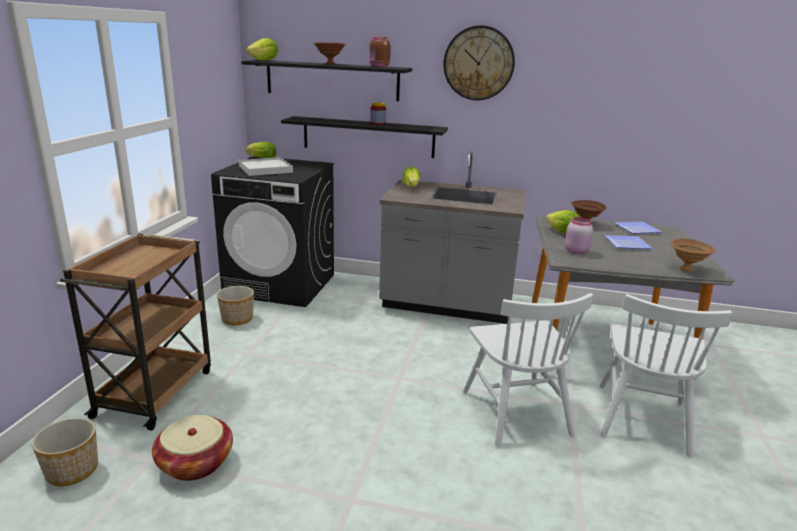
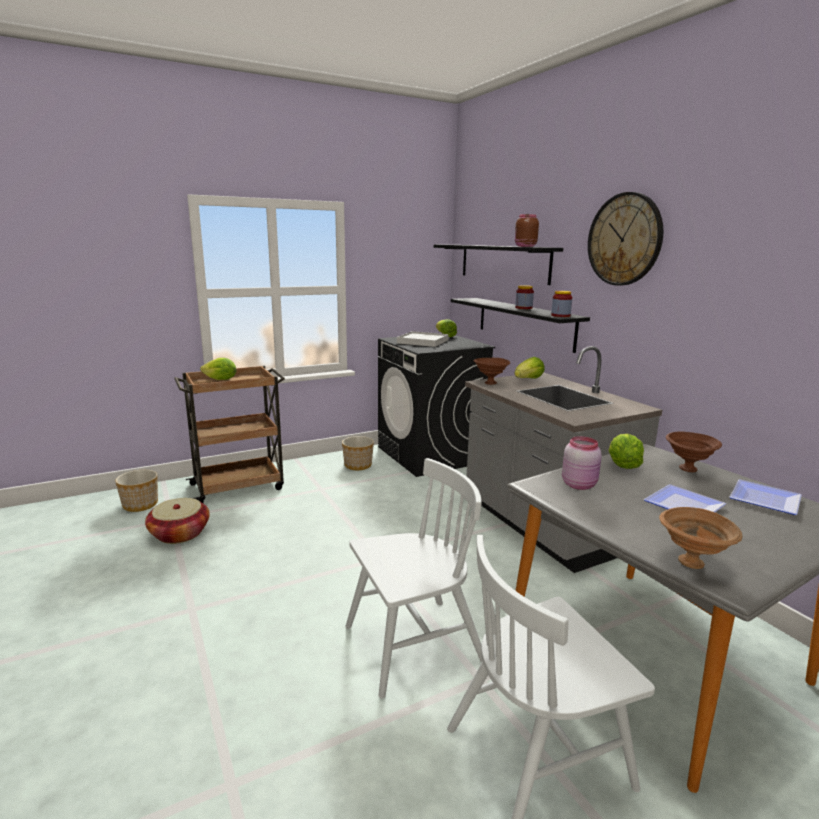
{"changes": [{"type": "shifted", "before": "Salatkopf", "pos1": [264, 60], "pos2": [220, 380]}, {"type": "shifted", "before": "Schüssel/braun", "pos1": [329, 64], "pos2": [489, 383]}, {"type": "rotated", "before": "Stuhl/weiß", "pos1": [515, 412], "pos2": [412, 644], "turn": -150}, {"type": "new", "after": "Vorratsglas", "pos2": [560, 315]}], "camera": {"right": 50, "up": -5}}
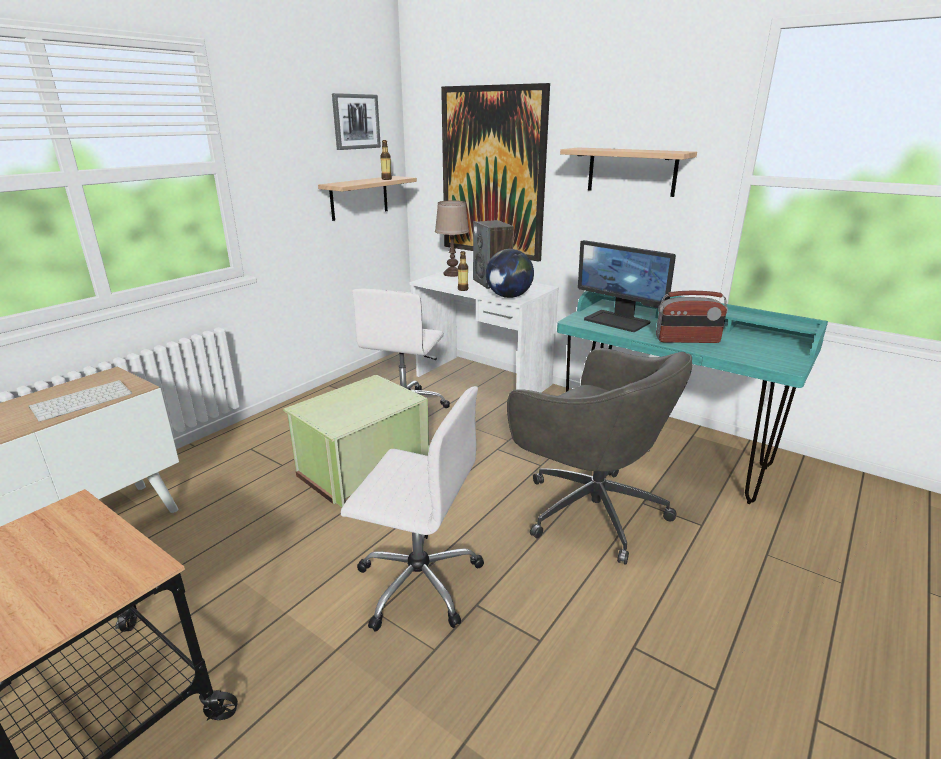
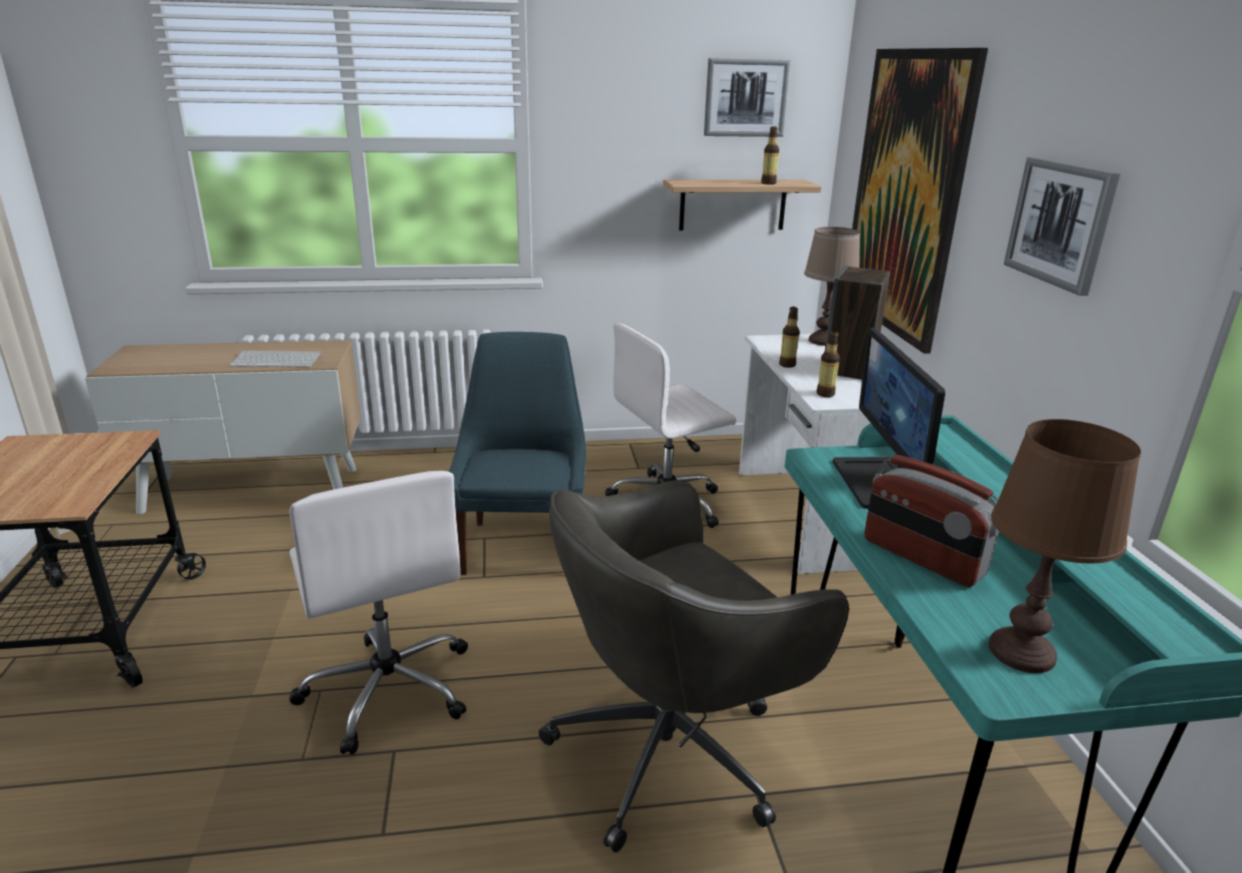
{"changes": [{"type": "swapped", "before": "Aufbewahrungsbox/grün", "after": "Stuhl/blau", "pos1": [361, 466], "pos2": [524, 545]}, {"type": "swapped", "before": "Globus", "after": "Flasche", "pos1": [509, 296], "pos2": [825, 394]}, {"type": "rotated", "before": "Bürostuhl/grau", "pos1": [589, 509], "pos2": [672, 749], "turn": 60}, {"type": "swapped", "before": "Wandregal", "after": "Bild", "pos1": [631, 171], "pos2": [1060, 223]}, {"type": "new", "after": "Tischlampe/braun", "pos2": [1020, 652]}], "camera": {"right": 45, "up": 0}}
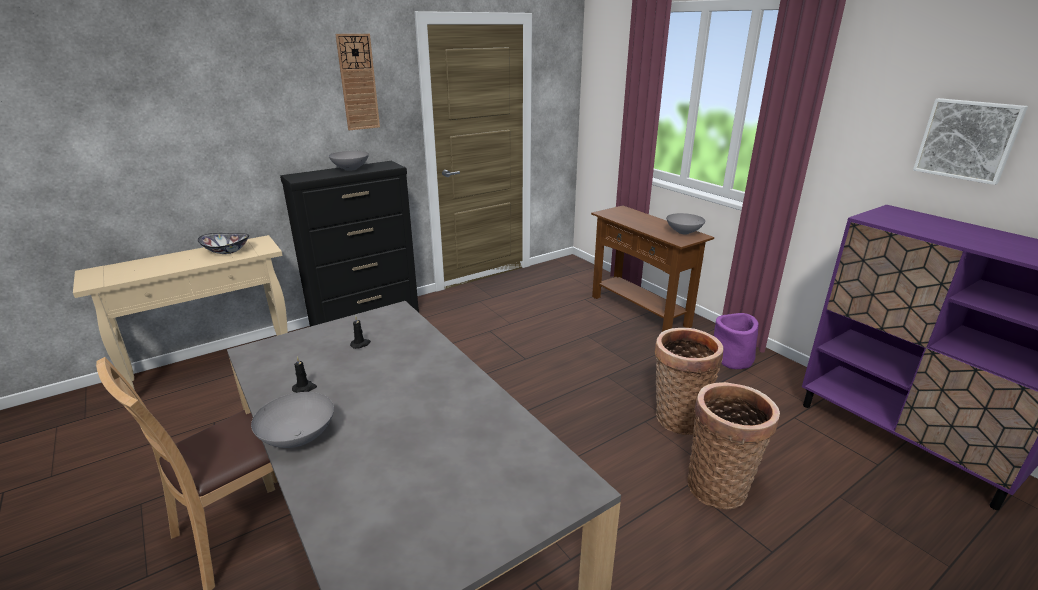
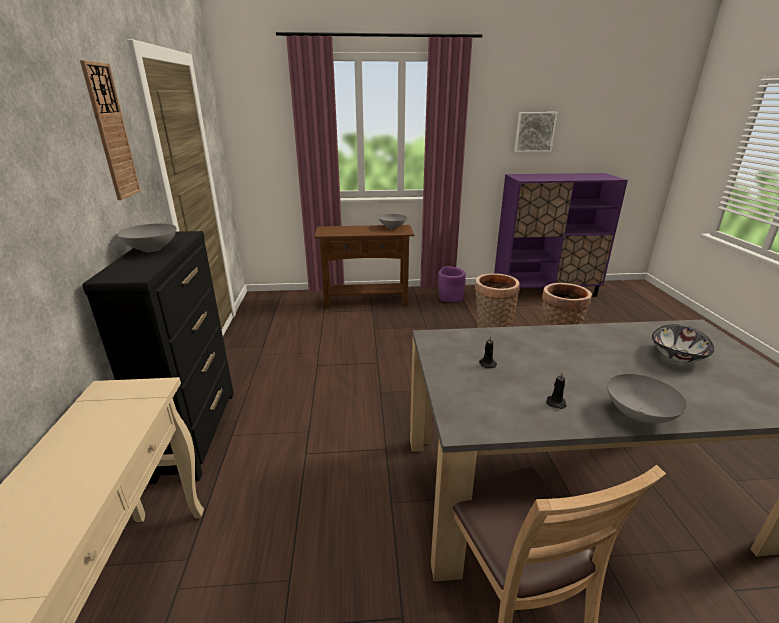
{"changes": [{"type": "shifted", "before": "Schüssel", "pos1": [226, 251], "pos2": [678, 356]}], "camera": {"right": -60, "up": 0}}
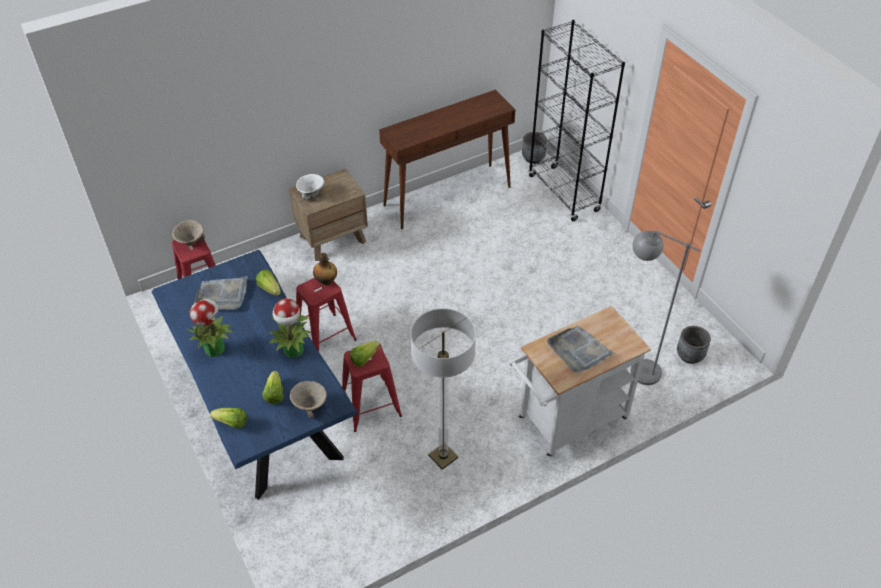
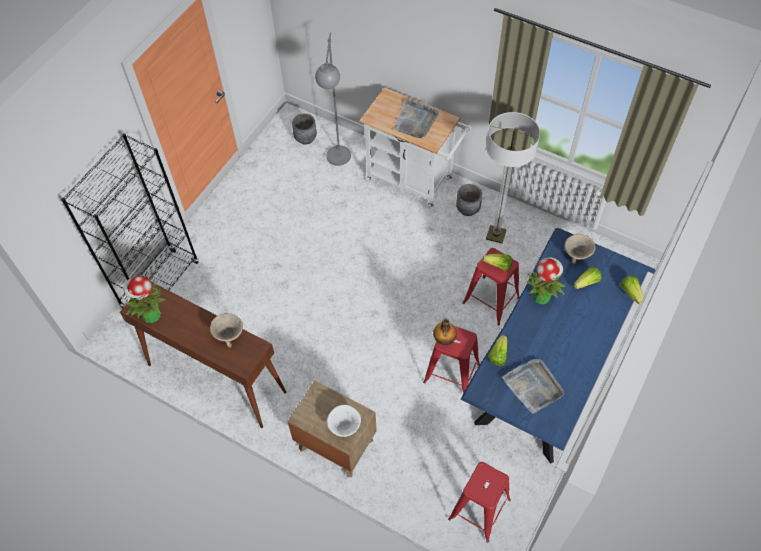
{"changes": [{"type": "shifted", "before": "Schüssel/beige", "pos1": [190, 243], "pos2": [229, 335]}, {"type": "shifted", "before": "Topfpflanze", "pos1": [215, 348], "pos2": [150, 315]}, {"type": "shifted", "before": "Pflanzkübel/grau", "pos1": [533, 158], "pos2": [467, 209]}], "camera": {"right": -120, "up": 10}}
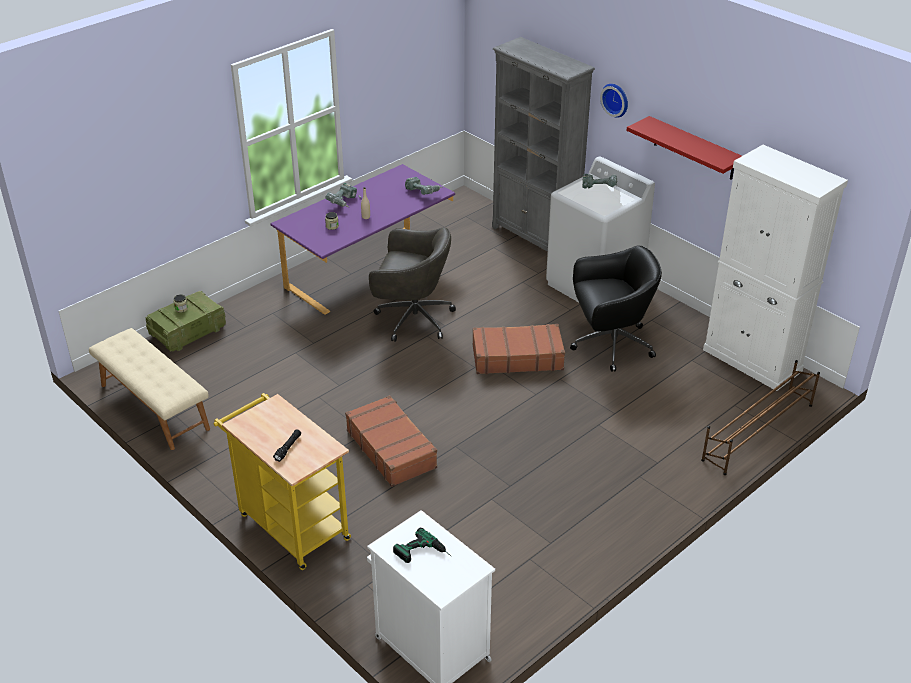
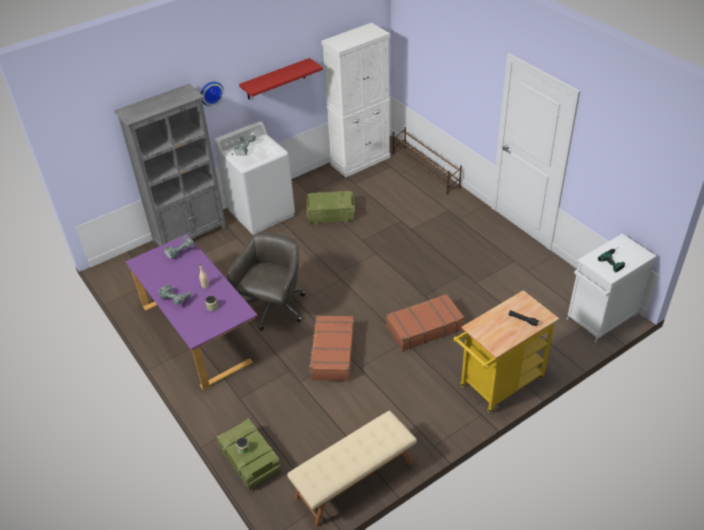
{"changes": [{"type": "shifted", "before": "Koffer/braun", "pos1": [517, 357], "pos2": [332, 353]}, {"type": "swapped", "before": "Bürostuhl/schwarz", "after": "Kiste", "pos1": [610, 345], "pos2": [331, 214]}], "camera": {"right": -80, "up": 5}}
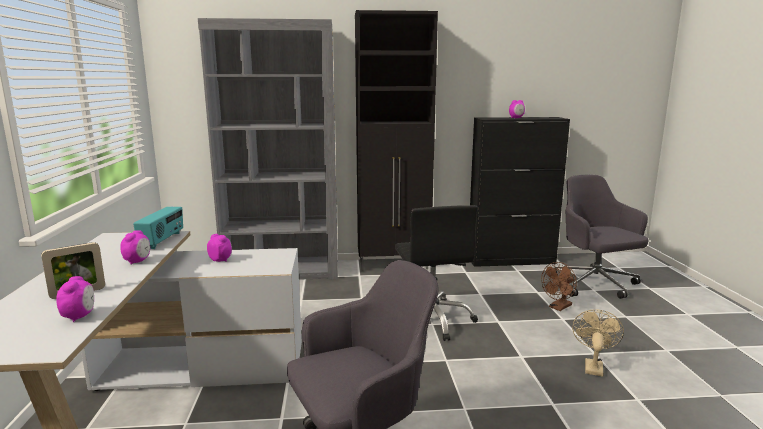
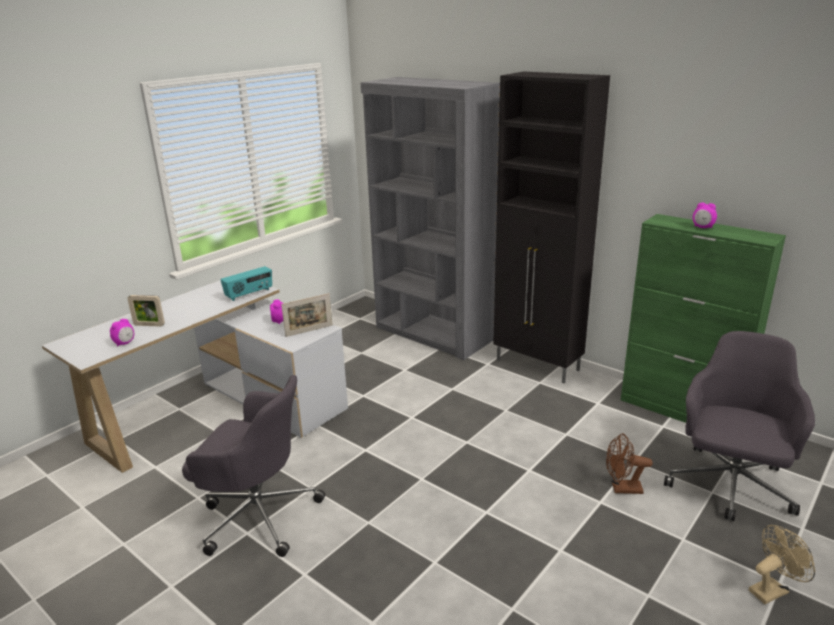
{"changes": [{"type": "gone", "before": "Wecker", "pos1": [137, 261]}, {"type": "gone", "before": "Bürostuhl/schwarz", "pos1": [432, 319]}, {"type": "repainted", "before": "Schrank/schwarz", "after": "Schrank/grün", "pos1": [511, 260], "pos2": [681, 411]}, {"type": "shifted", "before": "Ventilator/beige", "pos1": [593, 365], "pos2": [772, 589]}, {"type": "new", "after": "Bilderrahmen", "pos2": [309, 331]}], "camera": {"right": 45, "up": 10}}
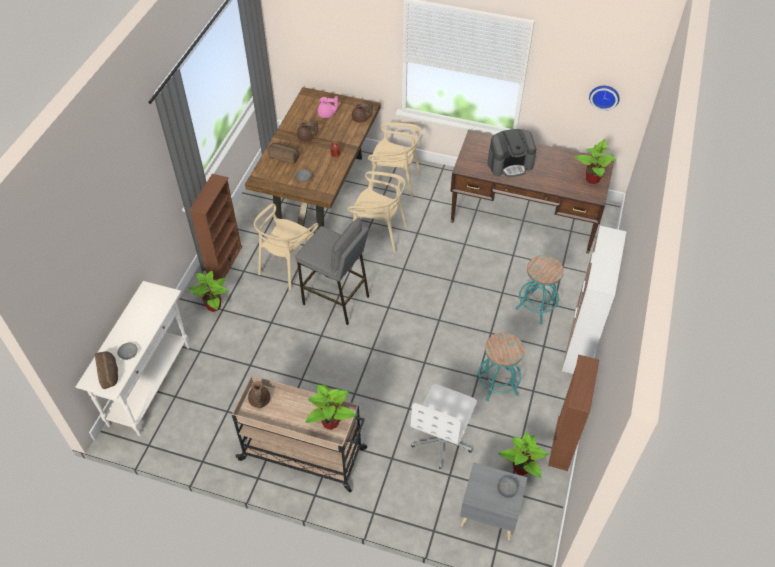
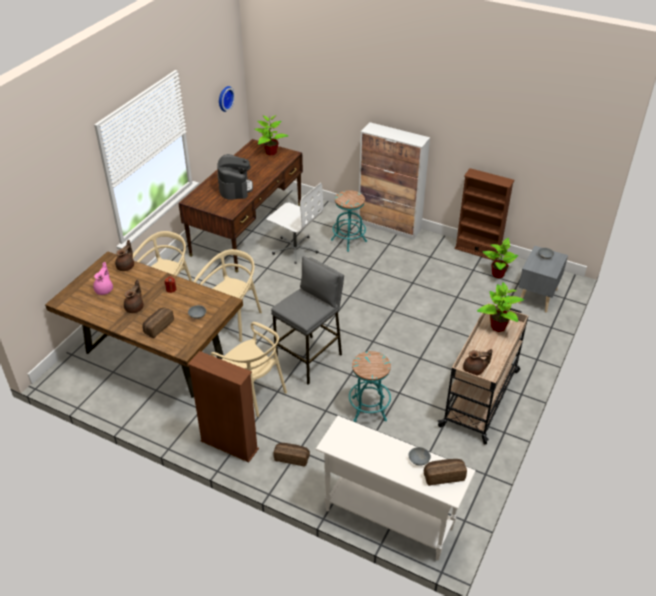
{"changes": [{"type": "swapped", "before": "Topfpflanze", "after": "Brot", "pos1": [214, 306], "pos2": [292, 457]}, {"type": "shifted", "before": "Bürostuhl/weiß", "pos1": [442, 440], "pos2": [295, 249]}, {"type": "shifted", "before": "Hocker/türkis", "pos1": [497, 384], "pos2": [369, 409]}], "camera": {"right": -80, "up": -10}}
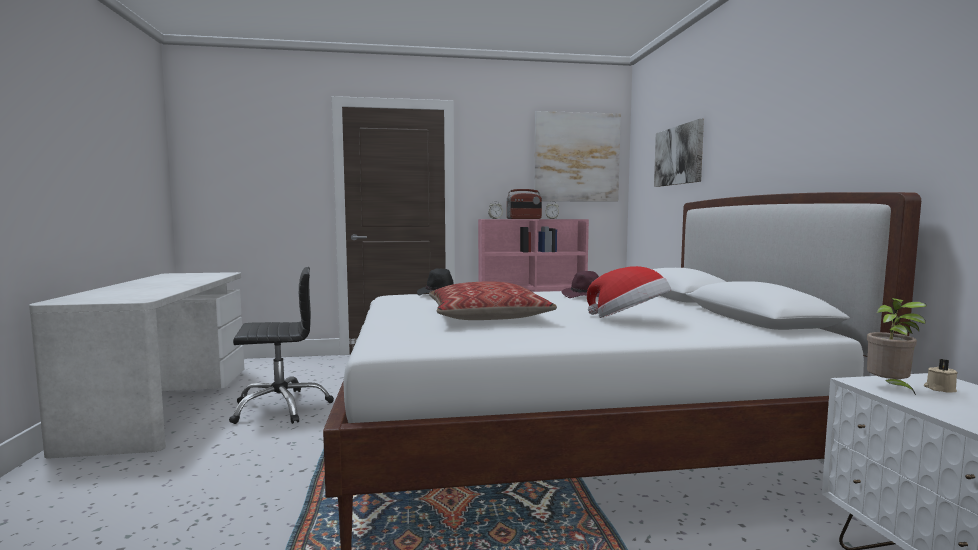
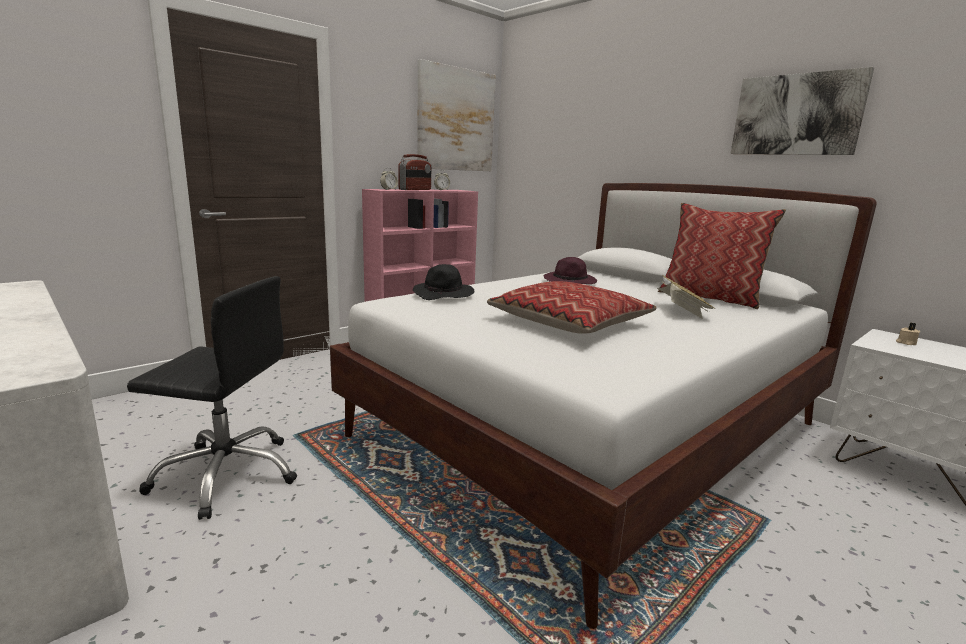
{"changes": [{"type": "rotated", "before": "Bürostuhl/schwarz", "pos1": [281, 407], "pos2": [227, 474], "turn": 60}, {"type": "swapped", "before": "Hut", "after": "Buch", "pos1": [629, 320], "pos2": [681, 310]}, {"type": "shifted", "before": "Bild", "pos1": [679, 155], "pos2": [796, 115]}, {"type": "gone", "before": "Topfpflanze", "pos1": [889, 388]}, {"type": "new", "after": "Kissen", "pos2": [710, 298]}], "camera": {"right": -35, "up": 10}}
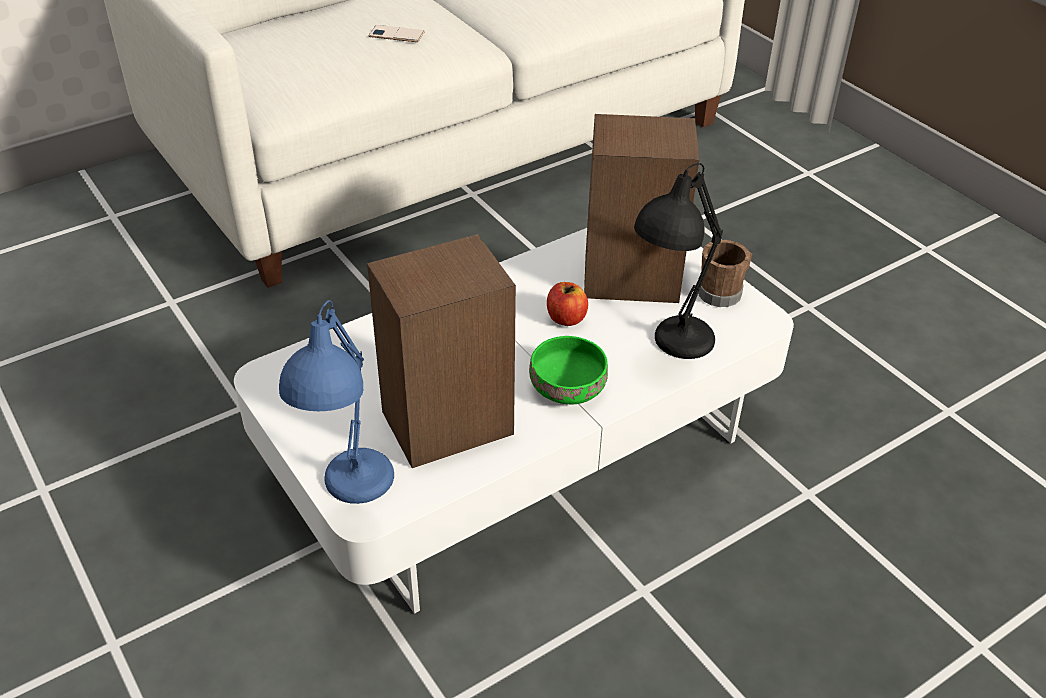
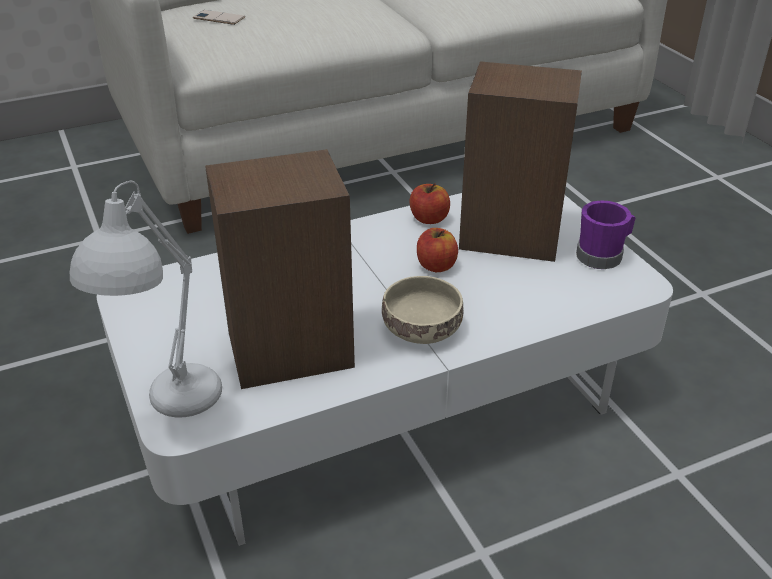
{"changes": [{"type": "repainted", "before": "Tischlampe/blau", "after": "Tischlampe/weiß", "pos1": [349, 499], "pos2": [168, 412]}, {"type": "shifted", "before": "Handy", "pos1": [396, 34], "pos2": [219, 18]}, {"type": "repainted", "before": "Schüssel/grün", "after": "Schüssel/beige", "pos1": [569, 387], "pos2": [423, 329]}, {"type": "gone", "before": "Tischlampe/schwarz", "pos1": [667, 350]}, {"type": "repainted", "before": "Henkelbecher/braun", "after": "Henkelbecher/lila", "pos1": [723, 292], "pos2": [603, 255]}, {"type": "new", "after": "Apfel", "pos2": [429, 219]}], "camera": {"right": 10, "up": -5}}
